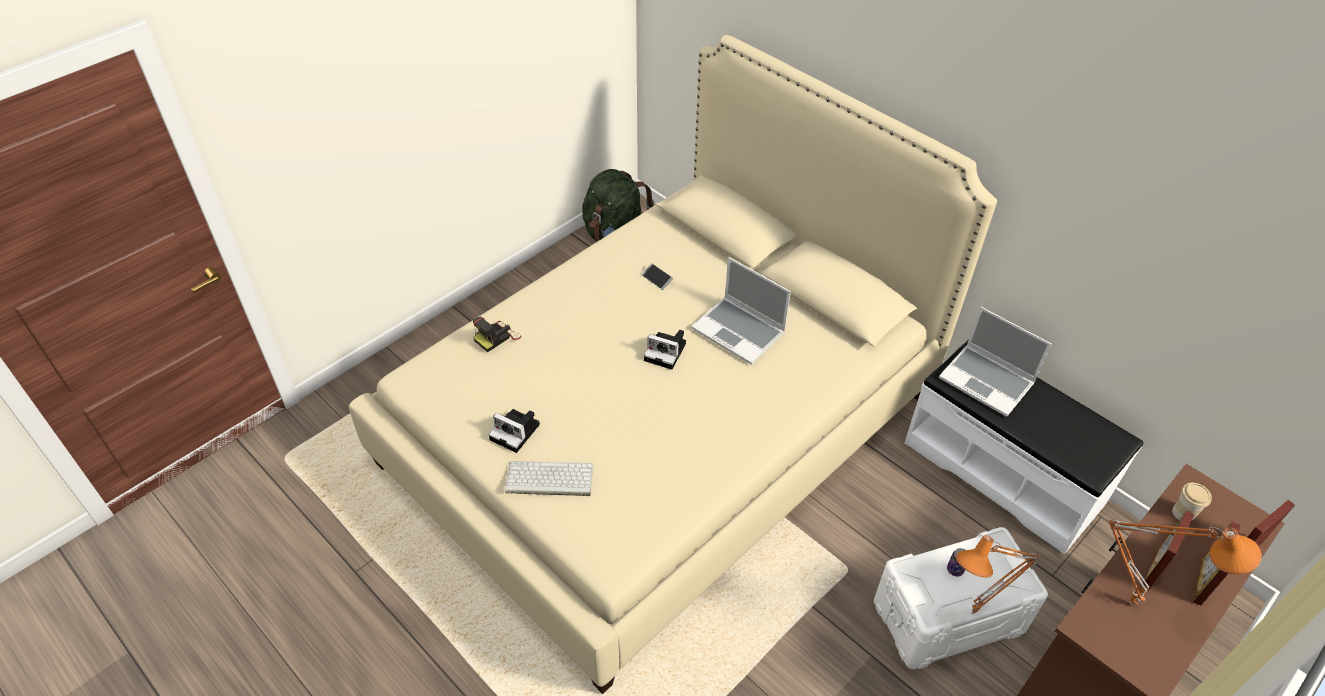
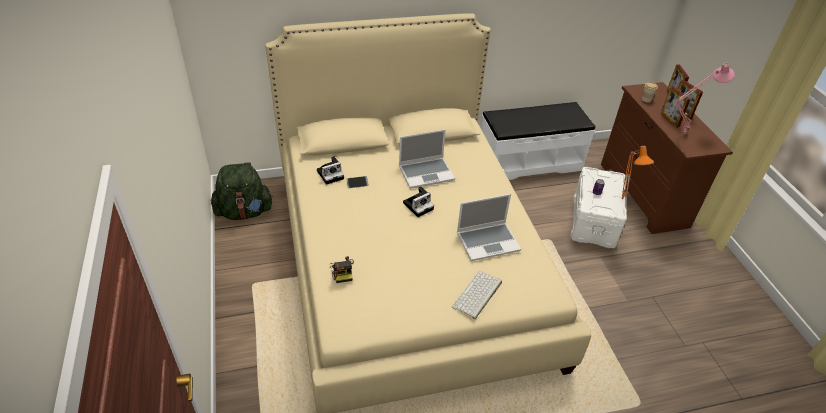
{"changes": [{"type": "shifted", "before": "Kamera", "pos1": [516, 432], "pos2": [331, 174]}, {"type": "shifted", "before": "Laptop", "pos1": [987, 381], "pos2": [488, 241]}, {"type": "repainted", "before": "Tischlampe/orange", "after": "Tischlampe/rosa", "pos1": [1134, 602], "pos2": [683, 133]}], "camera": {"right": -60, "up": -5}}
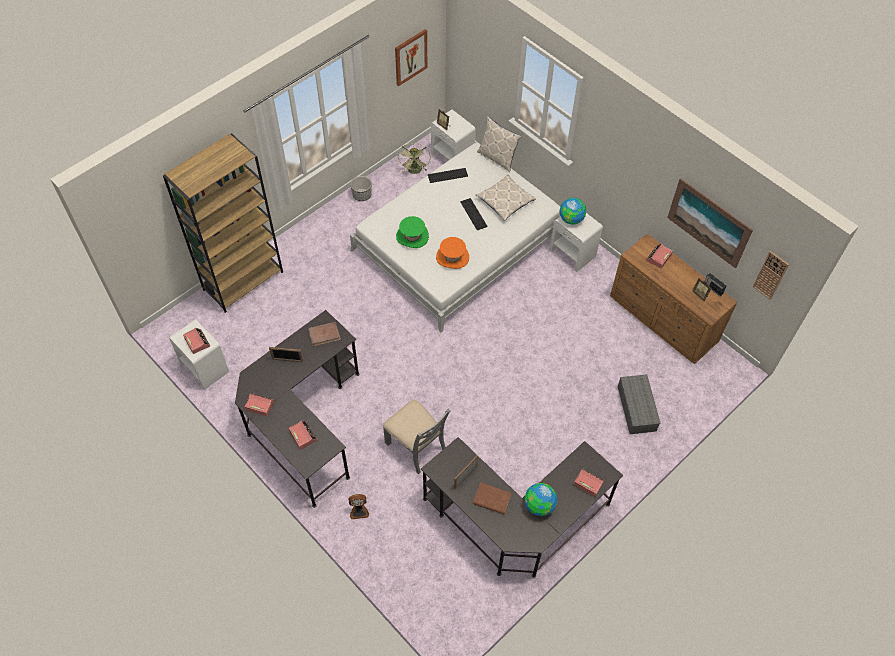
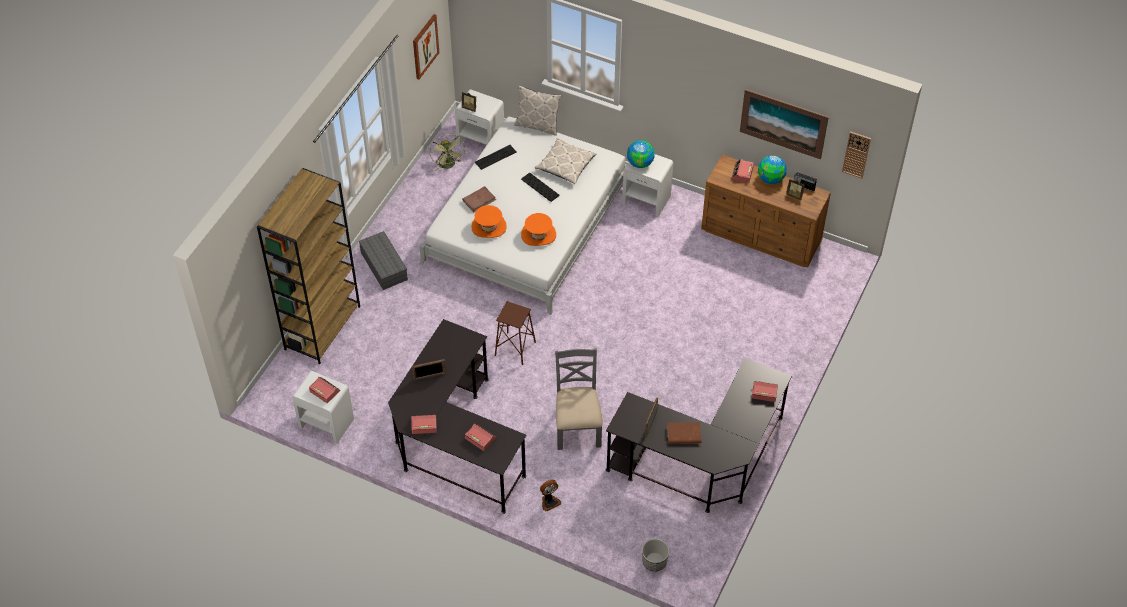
{"changes": [{"type": "shifted", "before": "Buch/braun", "pos1": [324, 335], "pos2": [479, 200]}, {"type": "shifted", "before": "Pflanzkübel", "pos1": [362, 195], "pos2": [654, 561]}, {"type": "rotated", "before": "Stuhl/grau", "pos1": [416, 446], "pos2": [577, 426], "turn": -120}, {"type": "repainted", "before": "Hut/grün", "after": "Hut/orange", "pos1": [412, 236], "pos2": [488, 227]}, {"type": "shifted", "before": "Globus", "pos1": [539, 505], "pos2": [771, 179]}, {"type": "shifted", "before": "Aufbewahrungsbox/grau", "pos1": [635, 408], "pos2": [383, 266]}, {"type": "new", "after": "Hocker/braun", "pos2": [515, 348]}], "camera": {"right": -20, "up": -5}}
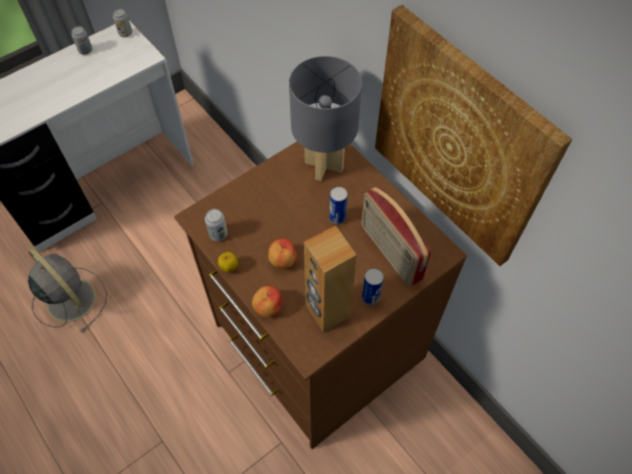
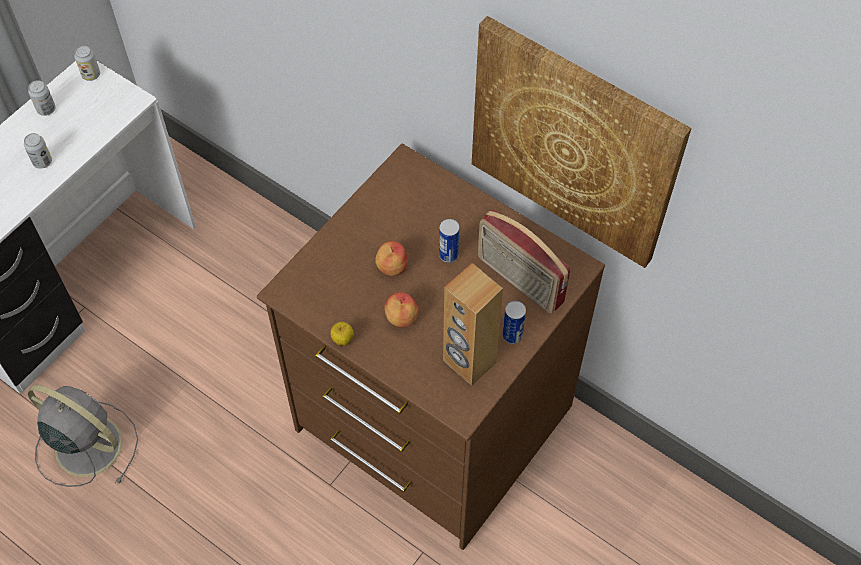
{"changes": [{"type": "shifted", "before": "Dose", "pos1": [218, 234], "pos2": [42, 162]}, {"type": "shifted", "before": "Apfel", "pos1": [268, 307], "pos2": [391, 266]}, {"type": "gone", "before": "Tischlampe/grau", "pos1": [324, 166]}], "camera": {"right": -15, "up": 0}}
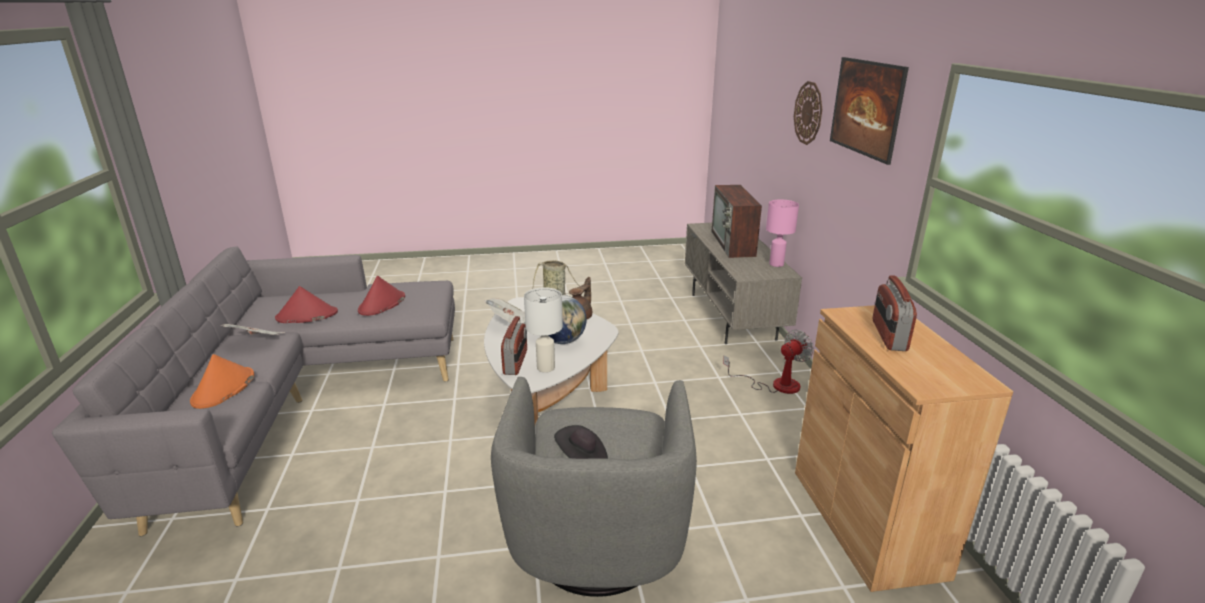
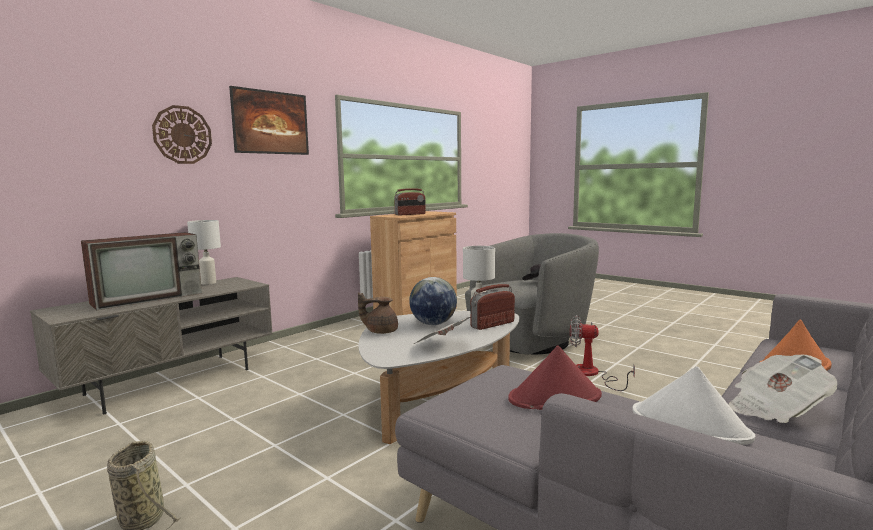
{"changes": [{"type": "repainted", "before": "Hut/rot", "after": "Hut/weiß", "pos1": [306, 315], "pos2": [690, 425]}, {"type": "shifted", "before": "Ventilator", "pos1": [775, 385], "pos2": [592, 374]}, {"type": "repainted", "before": "Tischlampe/rosa", "after": "Tischlampe/weiß", "pos1": [776, 264], "pos2": [208, 283]}], "camera": {"right": -130, "up": -15}}
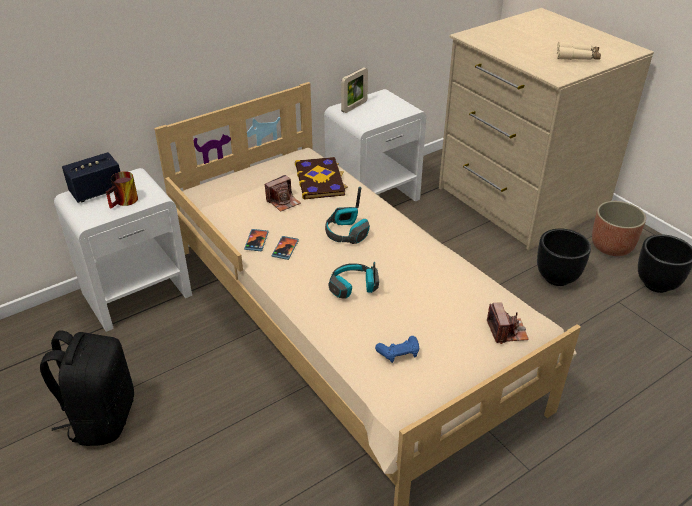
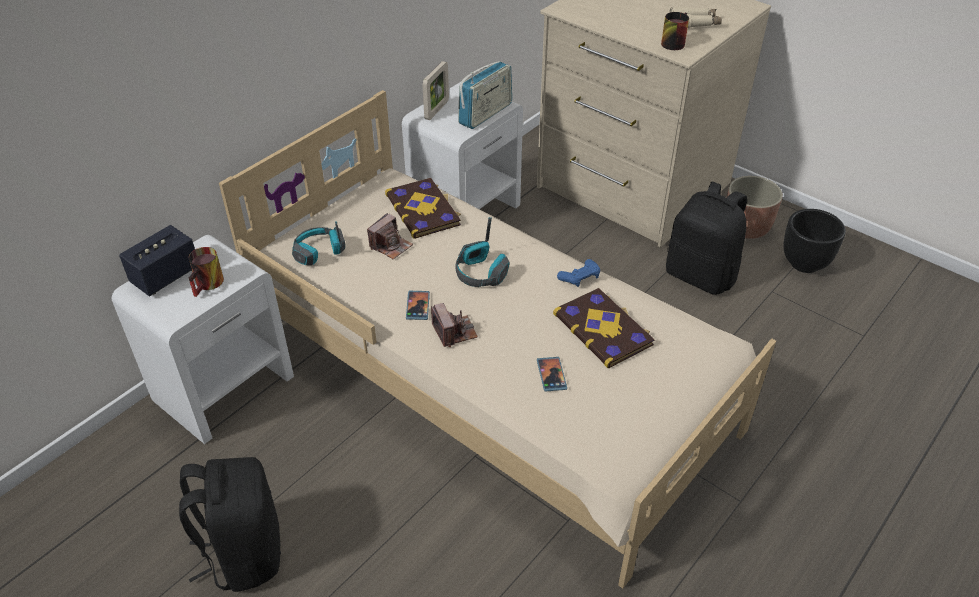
{"changes": [{"type": "shifted", "before": "Handy", "pos1": [256, 241], "pos2": [551, 375]}, {"type": "shifted", "before": "Kopfhörer", "pos1": [353, 287], "pos2": [319, 252]}, {"type": "shifted", "before": "Gamepad/blau", "pos1": [399, 353], "pos2": [580, 278]}, {"type": "shifted", "before": "Kamera", "pos1": [507, 331], "pos2": [454, 332]}, {"type": "swapped", "before": "Pflanzkübel/schwarz", "after": "Rucksack/schwarz", "pos1": [557, 278], "pos2": [701, 275]}, {"type": "new", "after": "Radio", "pos2": [485, 114]}, {"type": "new", "after": "Buch", "pos2": [604, 329]}, {"type": "new", "after": "Henkelbecher", "pos2": [672, 42]}], "camera": {"right": -15, "up": 5}}
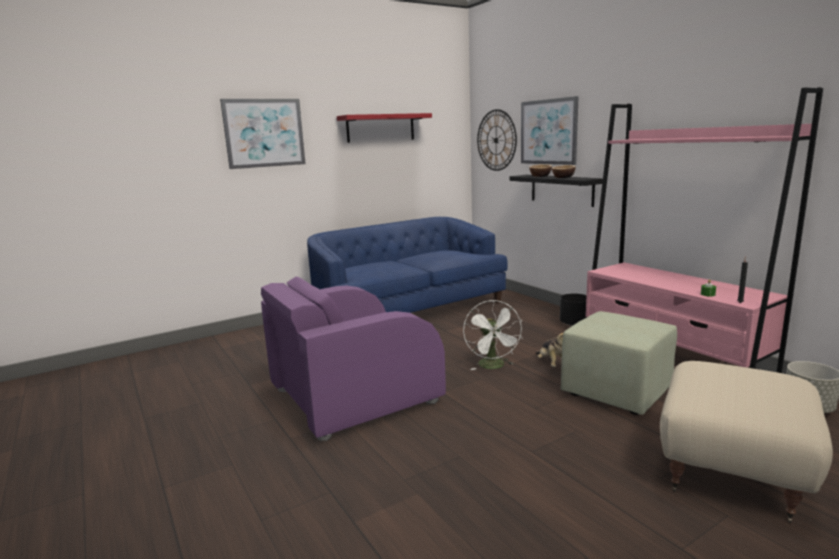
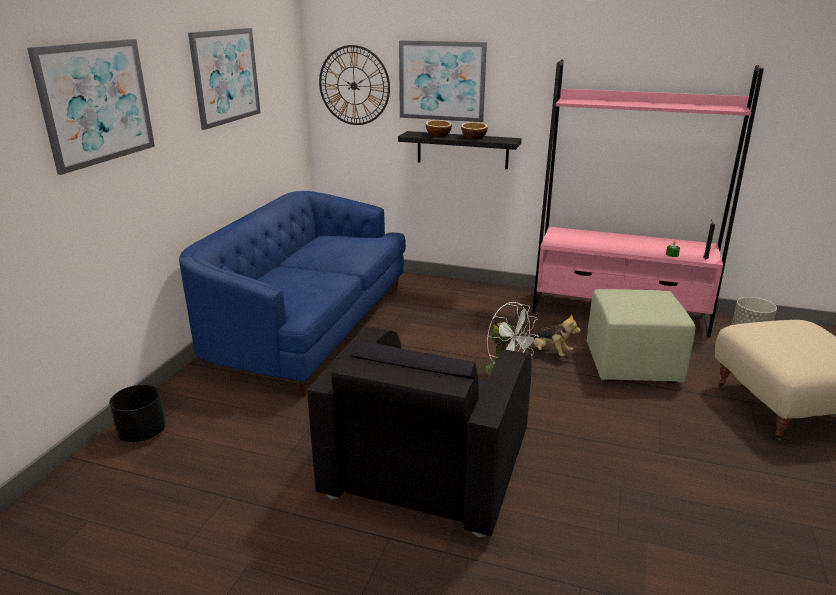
{"changes": [{"type": "repainted", "before": "Sessel/lila", "after": "Sessel/schwarz", "pos1": [353, 396], "pos2": [427, 466]}, {"type": "swapped", "before": "Wandregal/rot", "after": "Bild", "pos1": [380, 128], "pos2": [226, 76]}, {"type": "shifted", "before": "Pflanzkübel/schwarz", "pos1": [574, 324], "pos2": [143, 433]}], "camera": {"right": -40, "up": 10}}
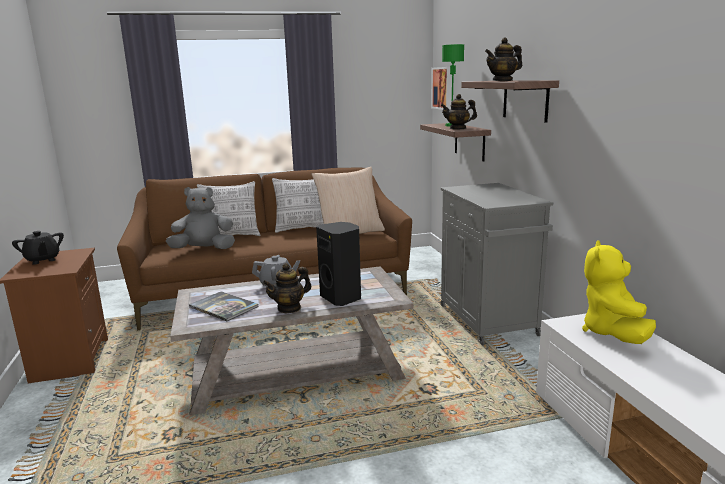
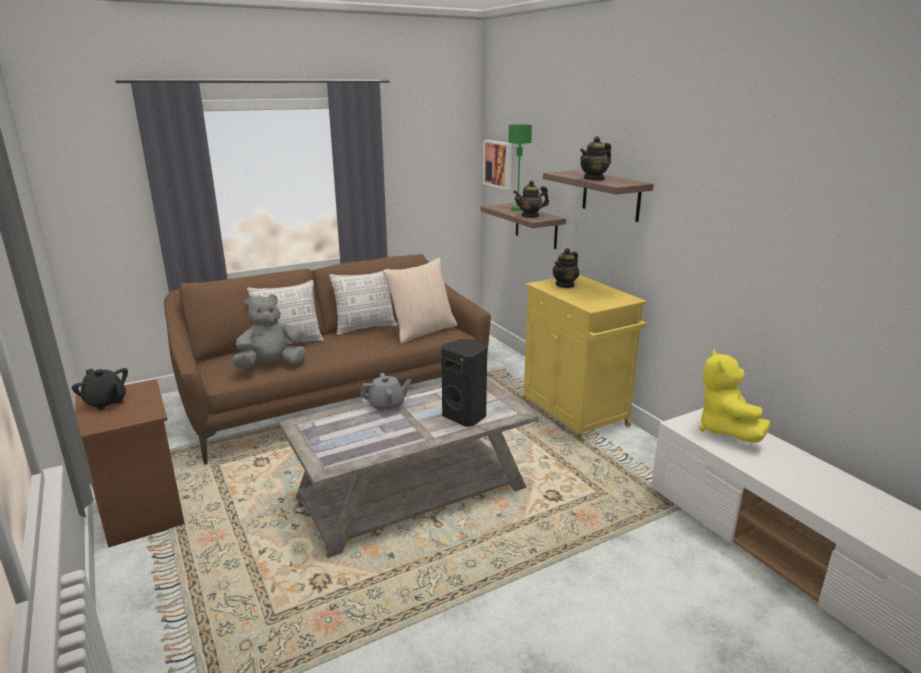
{"changes": [{"type": "gone", "before": "Buch", "pos1": [224, 307]}, {"type": "shifted", "before": "Teekanne", "pos1": [289, 308], "pos2": [565, 285]}, {"type": "repainted", "before": "Schrank/grau", "after": "Schrank/gelb", "pos1": [488, 321], "pos2": [575, 414]}], "camera": {"right": -15, "up": 5}}
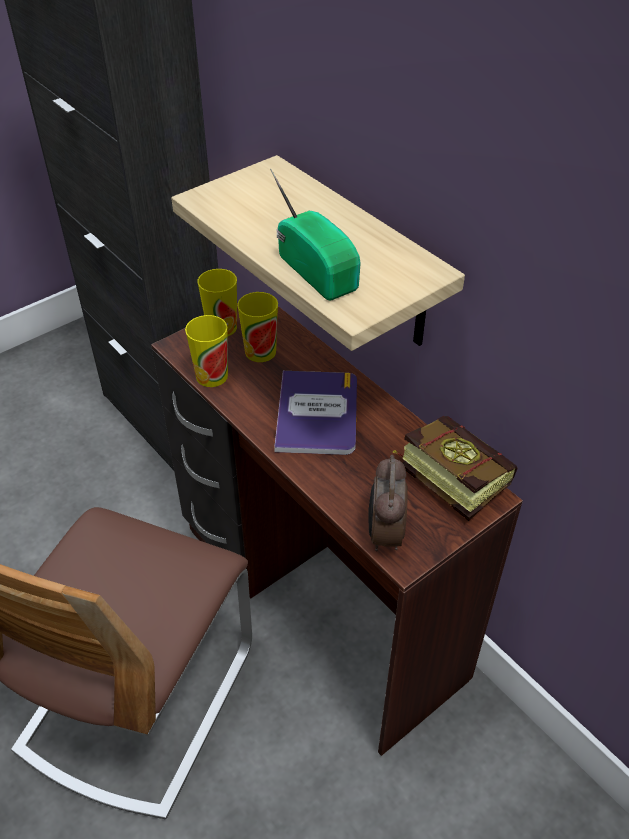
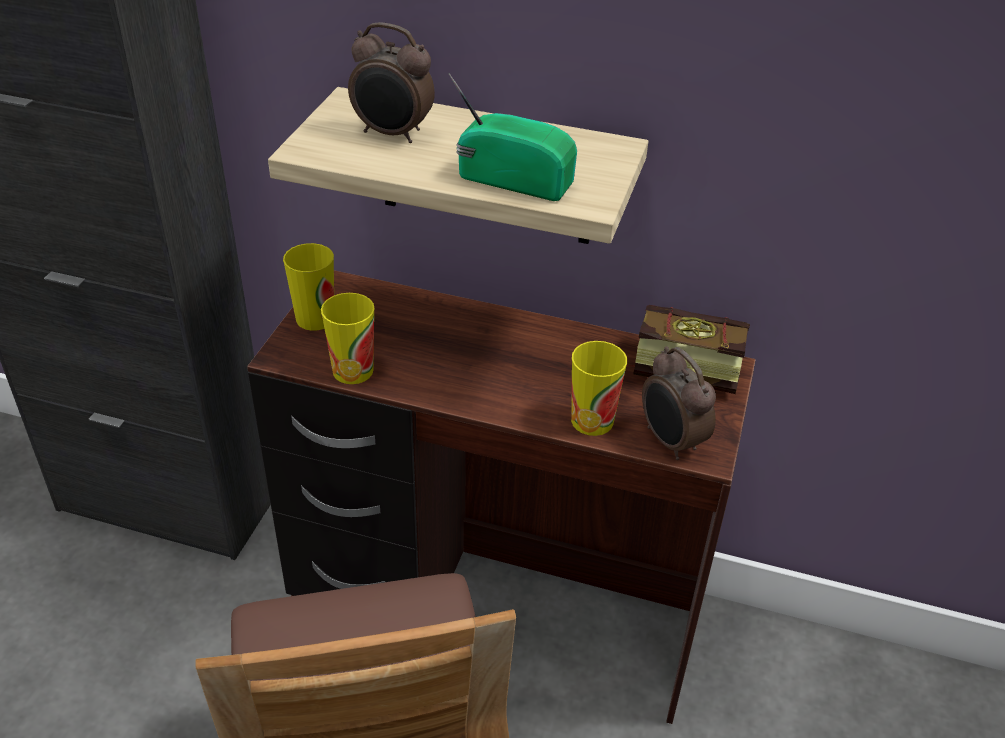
{"changes": [{"type": "shifted", "before": "Tasse", "pos1": [260, 351], "pos2": [592, 421]}, {"type": "gone", "before": "Buch", "pos1": [317, 413]}, {"type": "new", "after": "Wecker", "pos2": [392, 134]}], "camera": {"right": -35, "up": -5}}
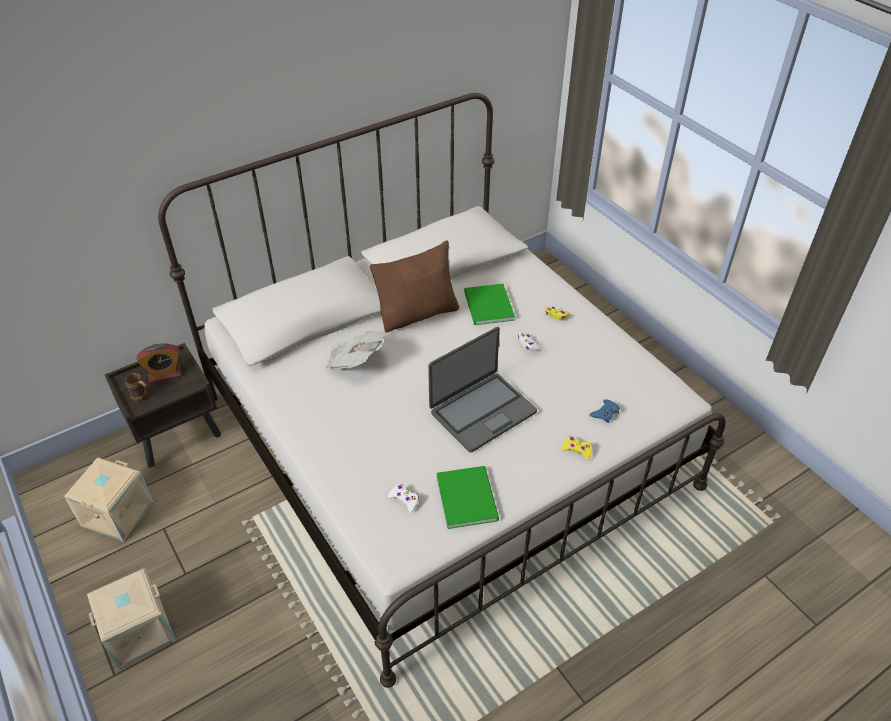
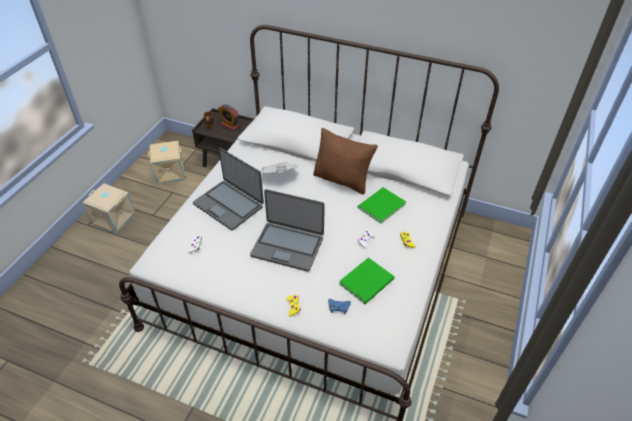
{"changes": [{"type": "shifted", "before": "Buch/grün", "pos1": [468, 496], "pos2": [368, 281]}, {"type": "new", "after": "Laptop", "pos2": [229, 205]}], "camera": {"right": 55, "up": 0}}
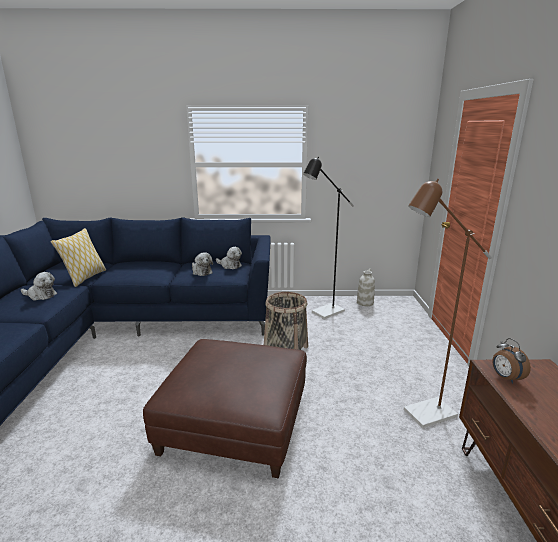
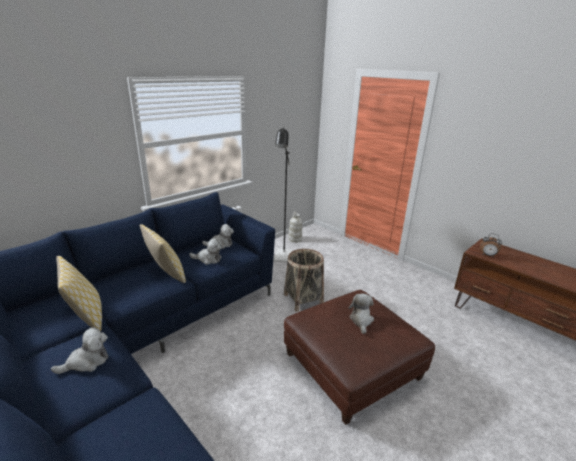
{"changes": [{"type": "gone", "before": "Stehlampe/braun", "pos1": [422, 415]}, {"type": "new", "after": "Kissen", "pos2": [166, 275]}, {"type": "new", "after": "Plüschtier", "pos2": [361, 320]}], "camera": {"right": -45, "up": 5}}
